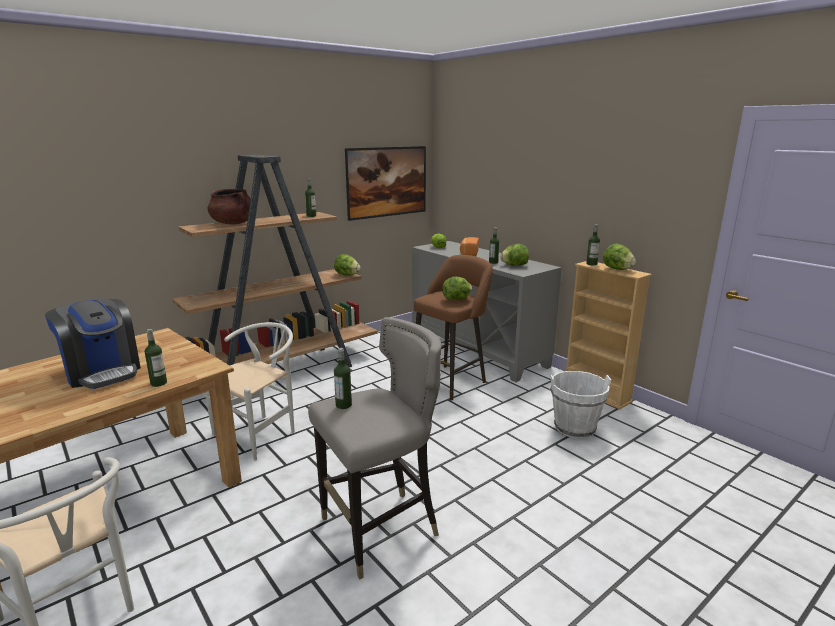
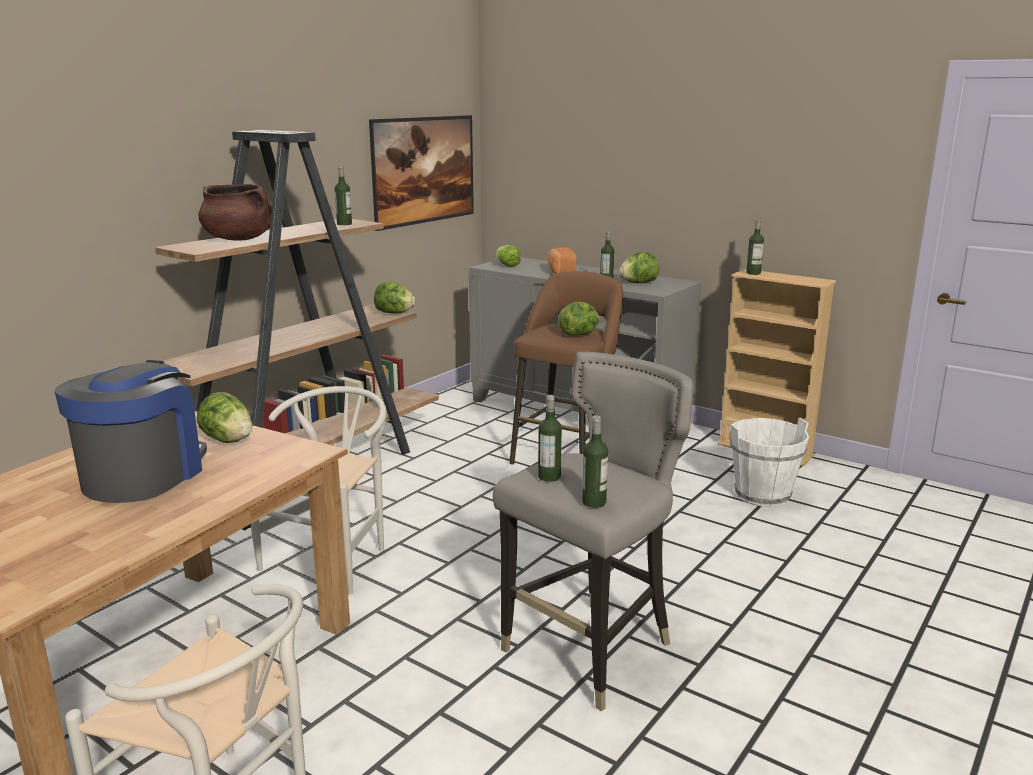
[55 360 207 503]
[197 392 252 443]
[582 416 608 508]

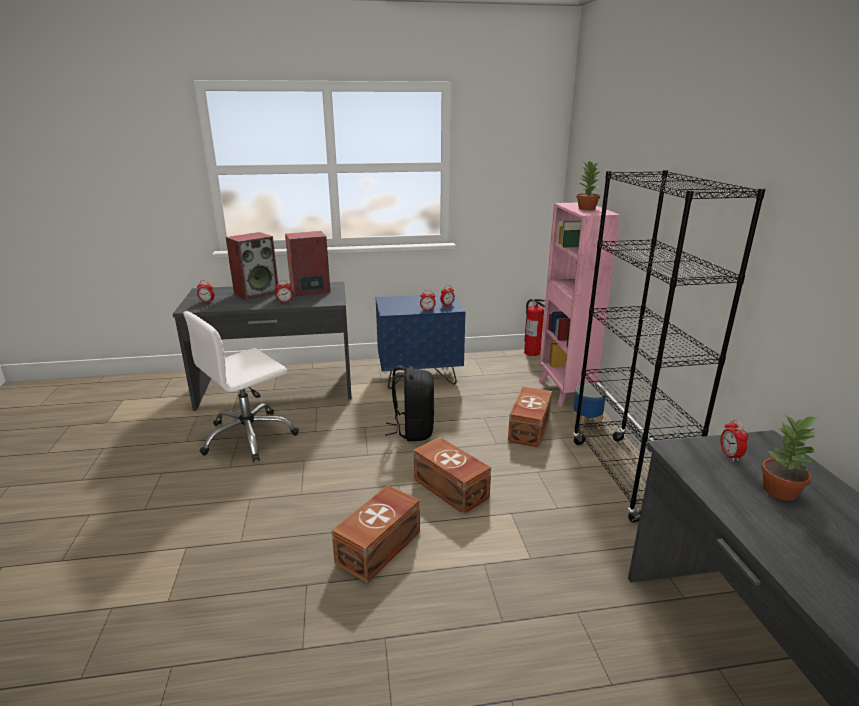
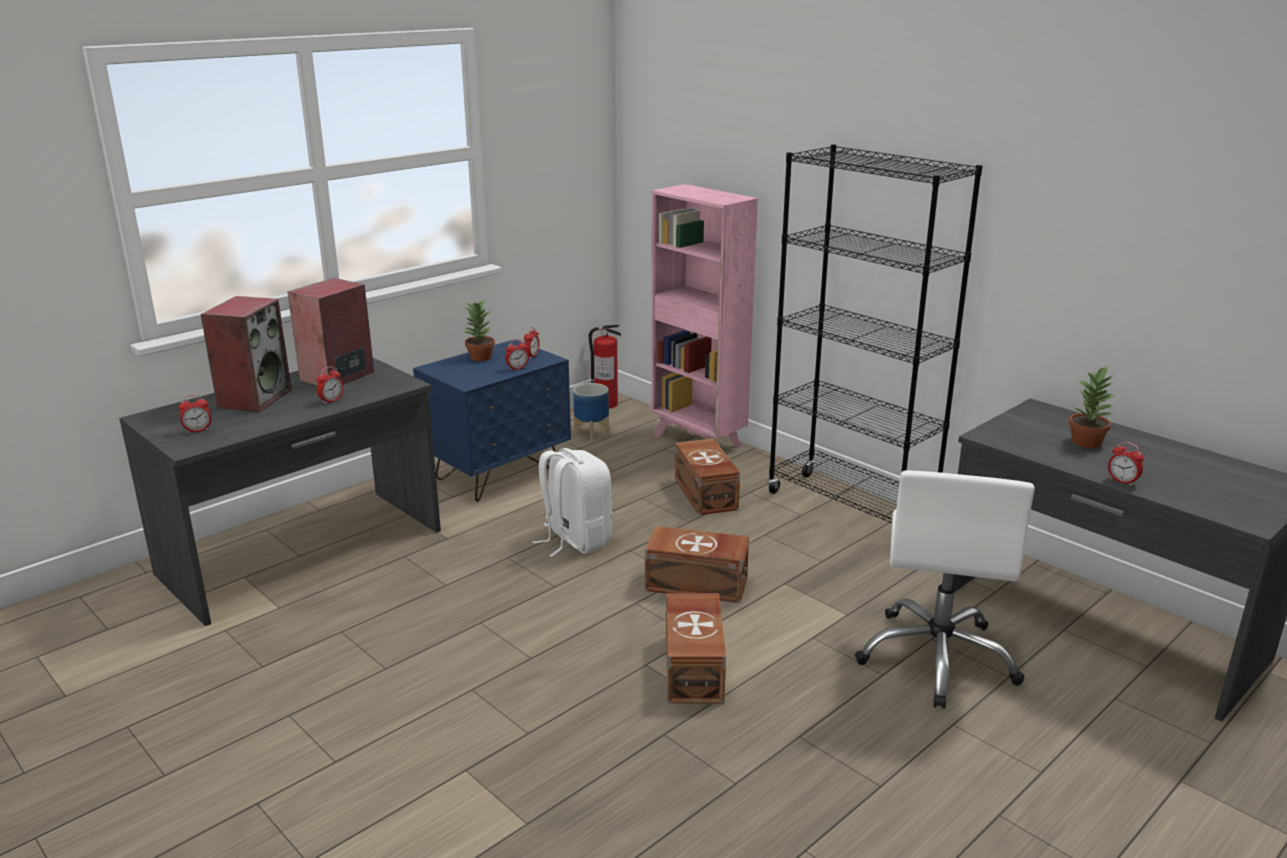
[464 301 495 361]
[533 448 612 557]
[573 383 609 441]
[855 470 1035 709]
[1108 442 1144 486]

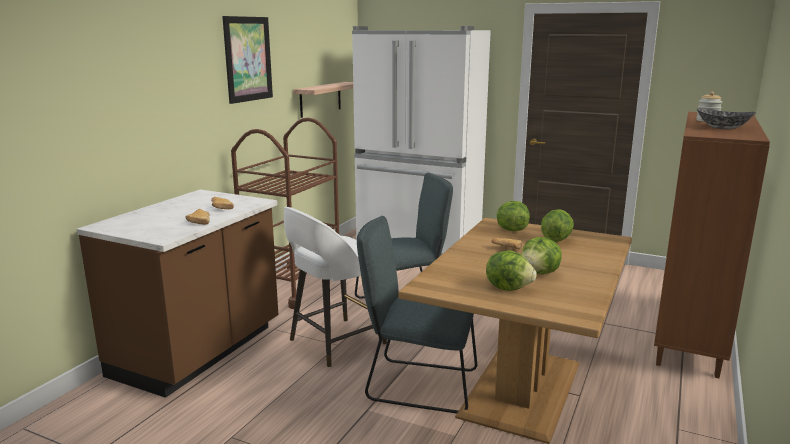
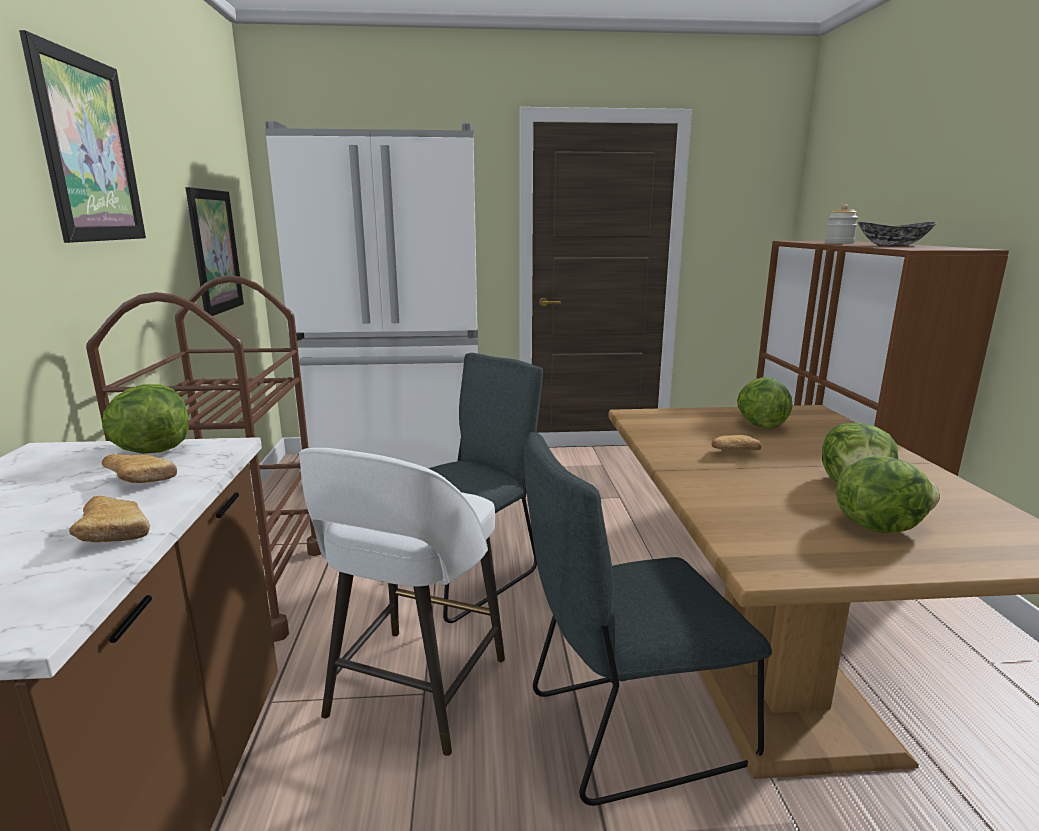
[102 384 189 454]
[185 187 244 316]

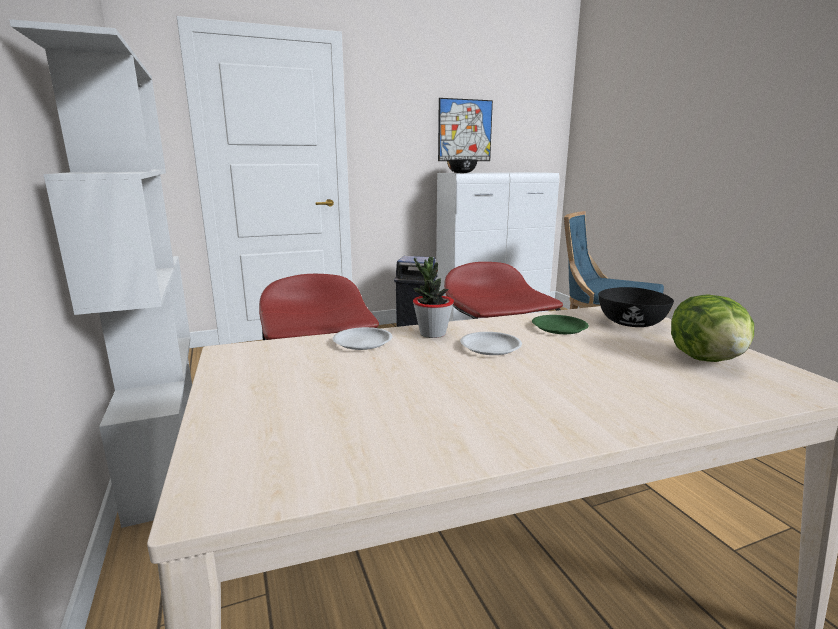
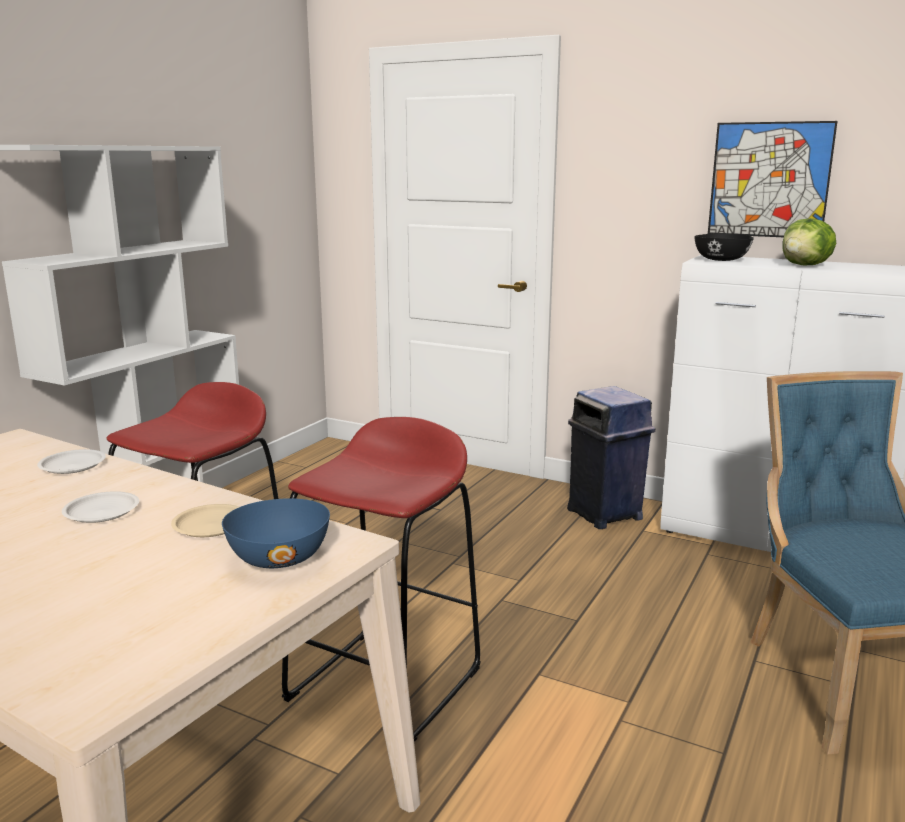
[171 504 239 537]
[222 498 330 568]
[783 218 836 265]
[413 257 454 338] (first image)

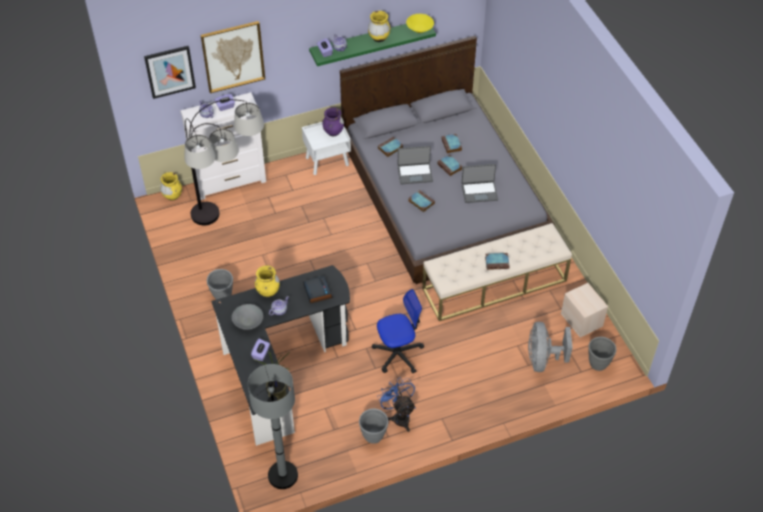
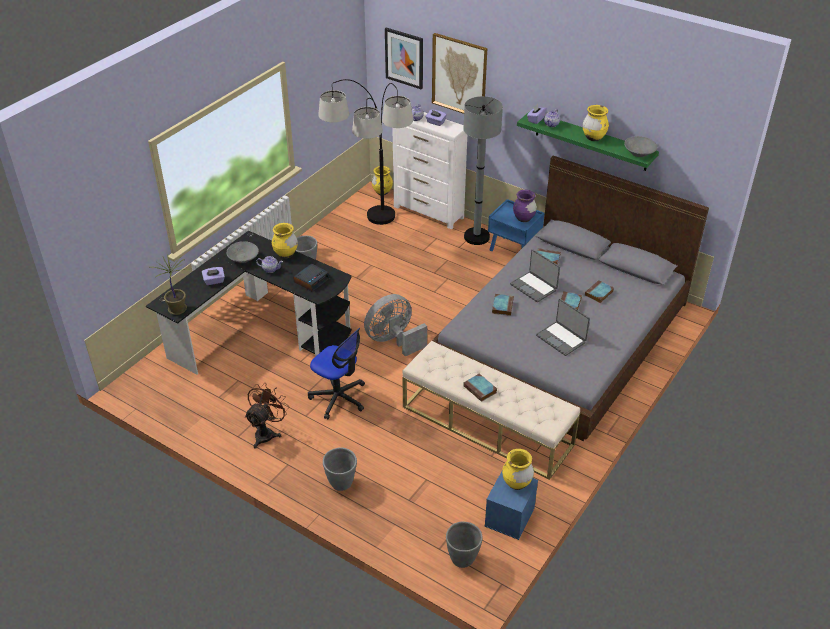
[245 383 289 449]
[323 447 357 491]
[364 294 427 356]
[463 96 503 245]
[484 471 538 540]
[488 199 545 251]
[502 449 534 490]
[624 136 657 157]

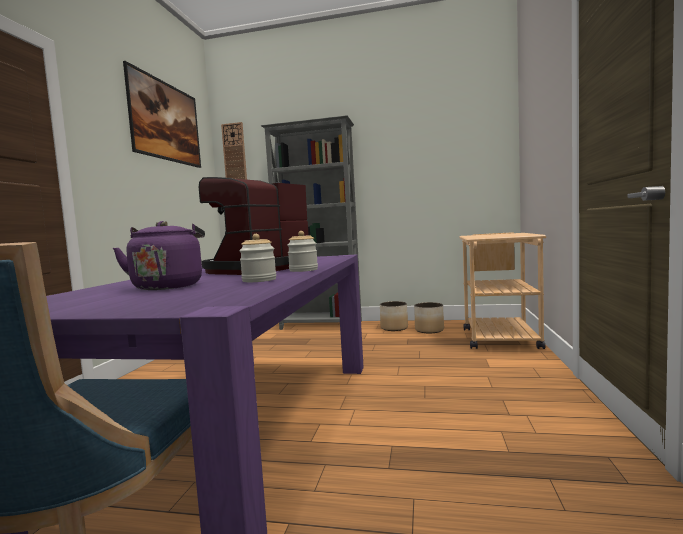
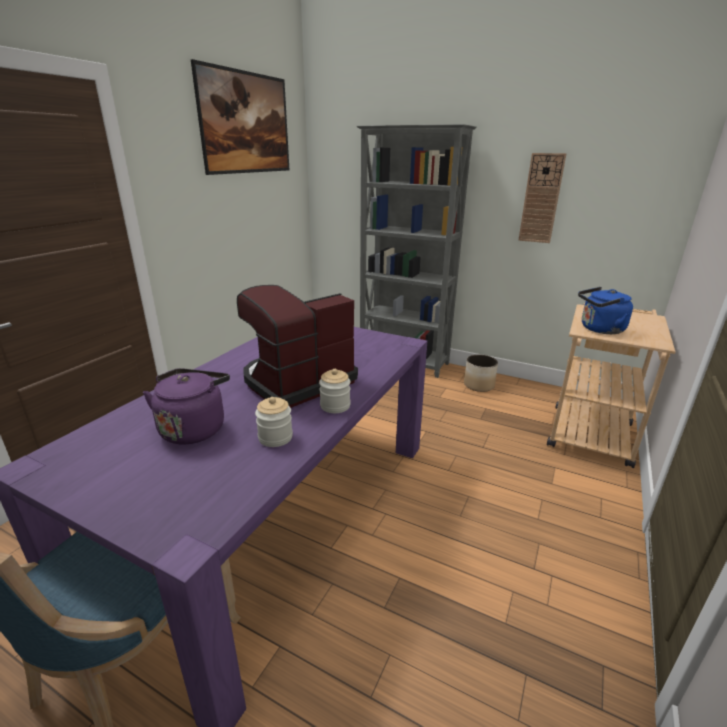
[518 153 567 243]
[578 287 633 334]
[414 302 444 333] (first image)

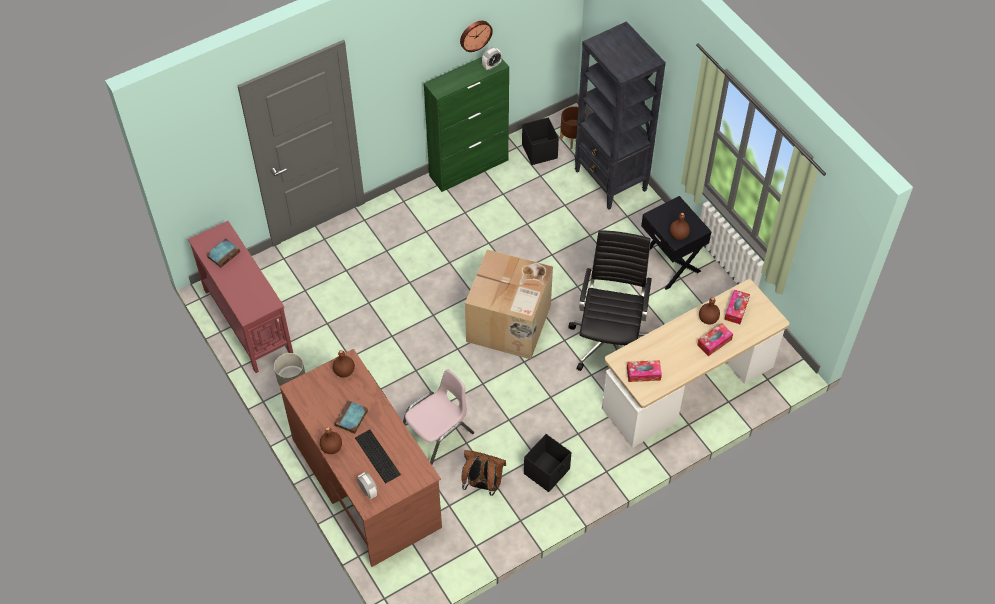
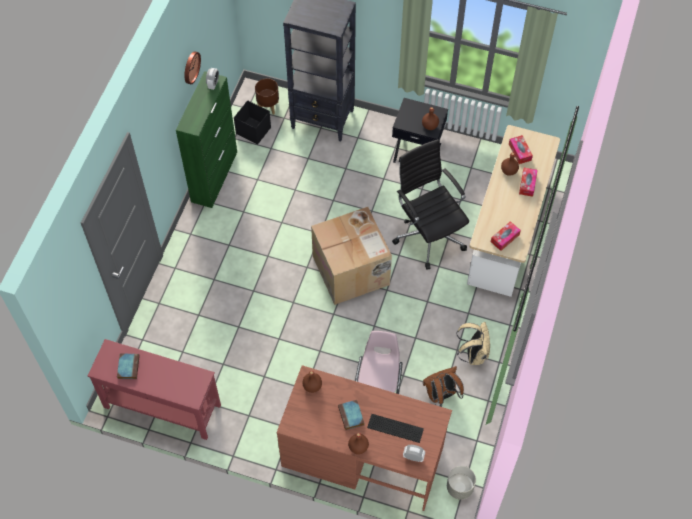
[447 466 476 500]
[456 322 490 365]

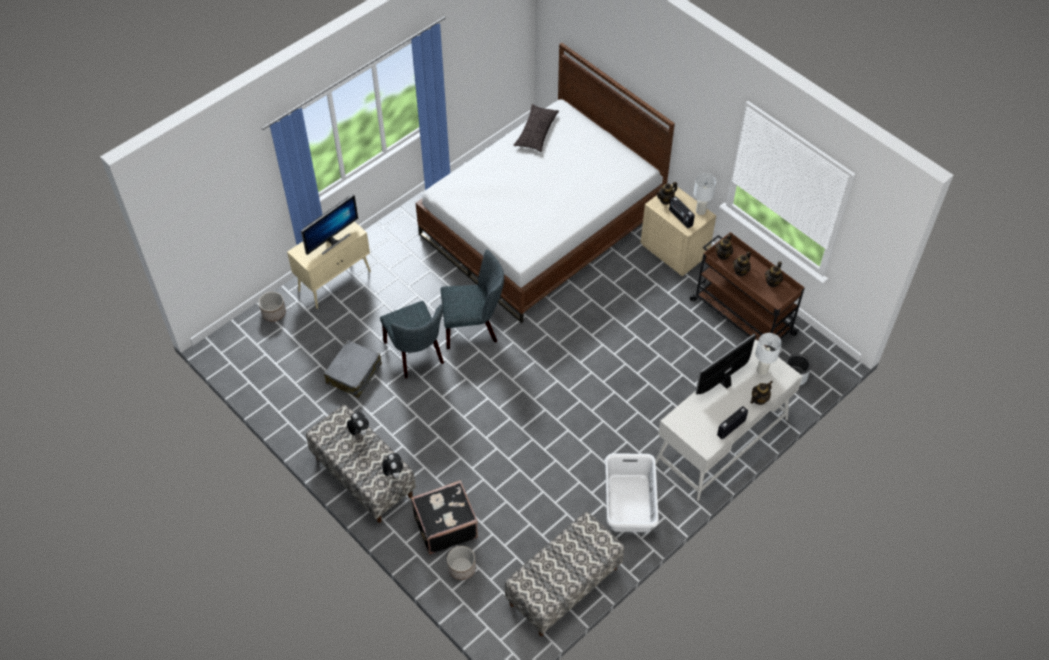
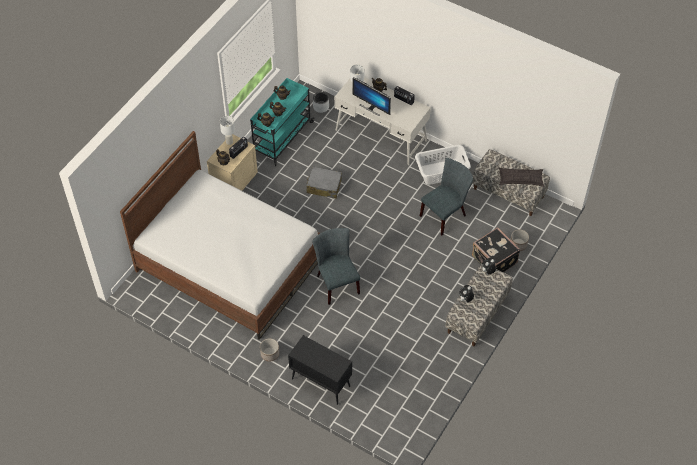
[250 78 315 166]
[260 339 279 362]
[288 335 352 405]
[307 166 342 199]
[420 158 473 235]
[499 168 544 187]
[301 194 358 255] (first image)

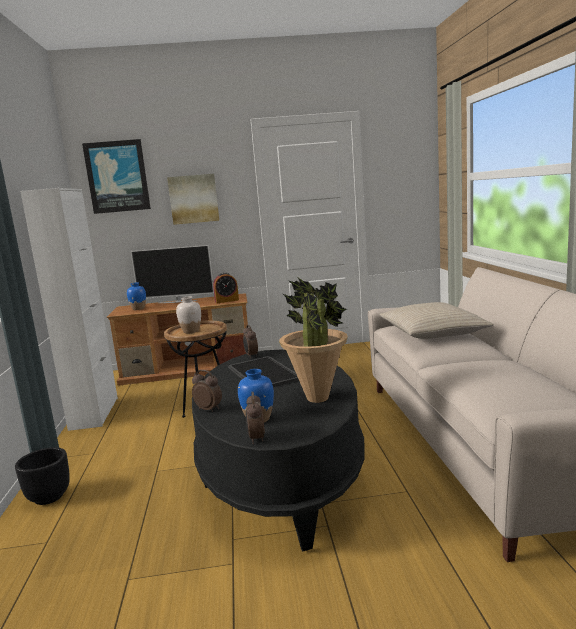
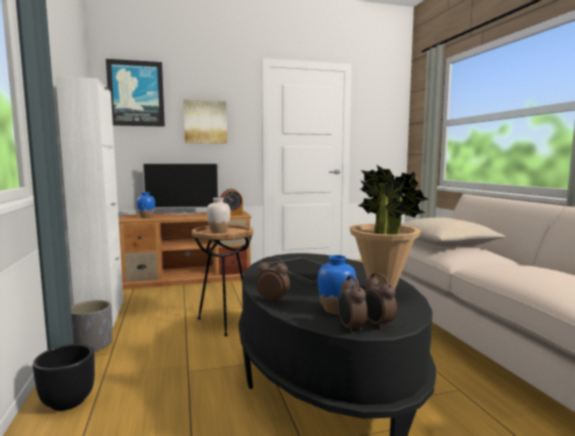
[71 300 112 352]
[364 273 397 330]

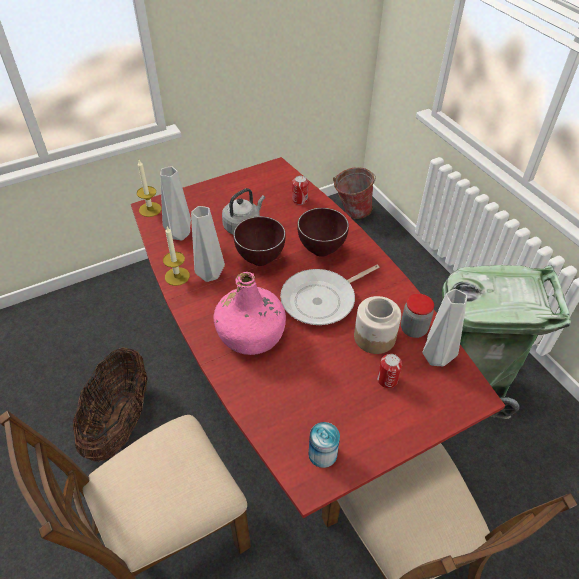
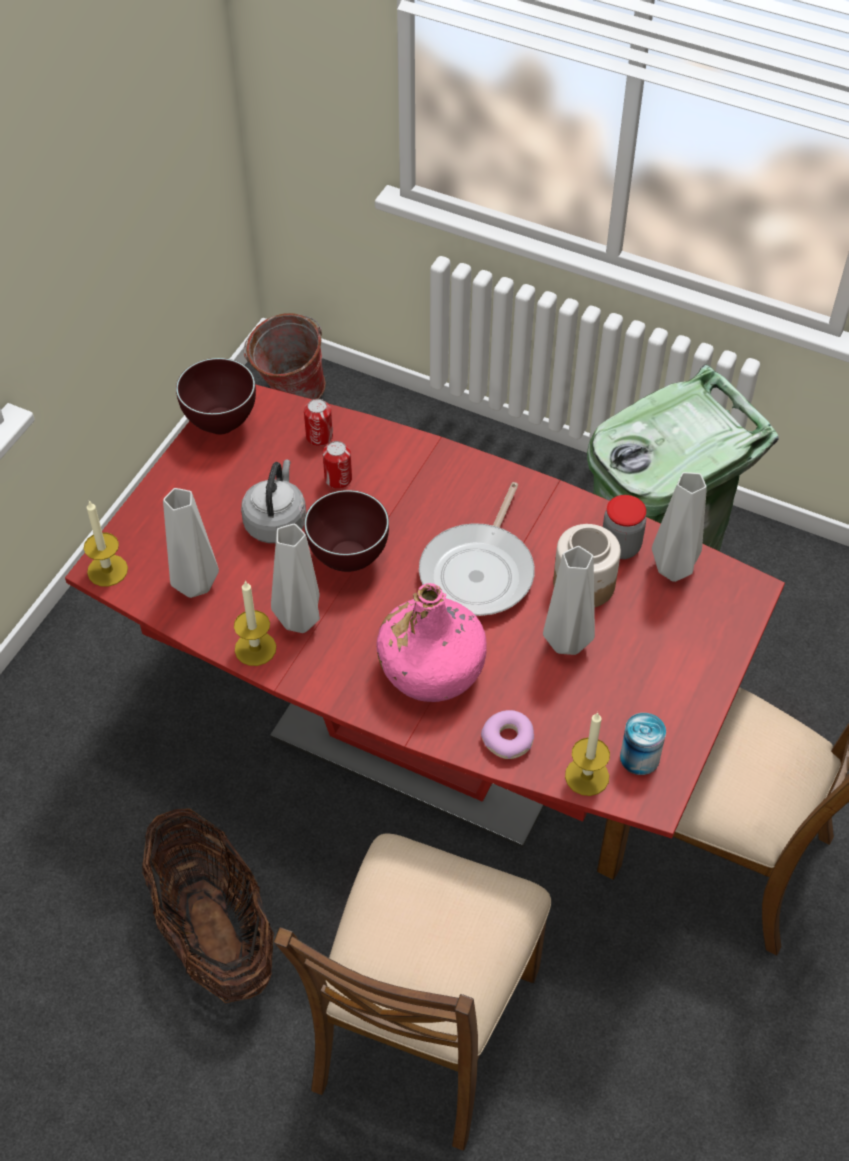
[176 358 256 435]
[323 441 352 489]
[481 710 534 759]
[543 546 595 655]
[565 712 610 796]

